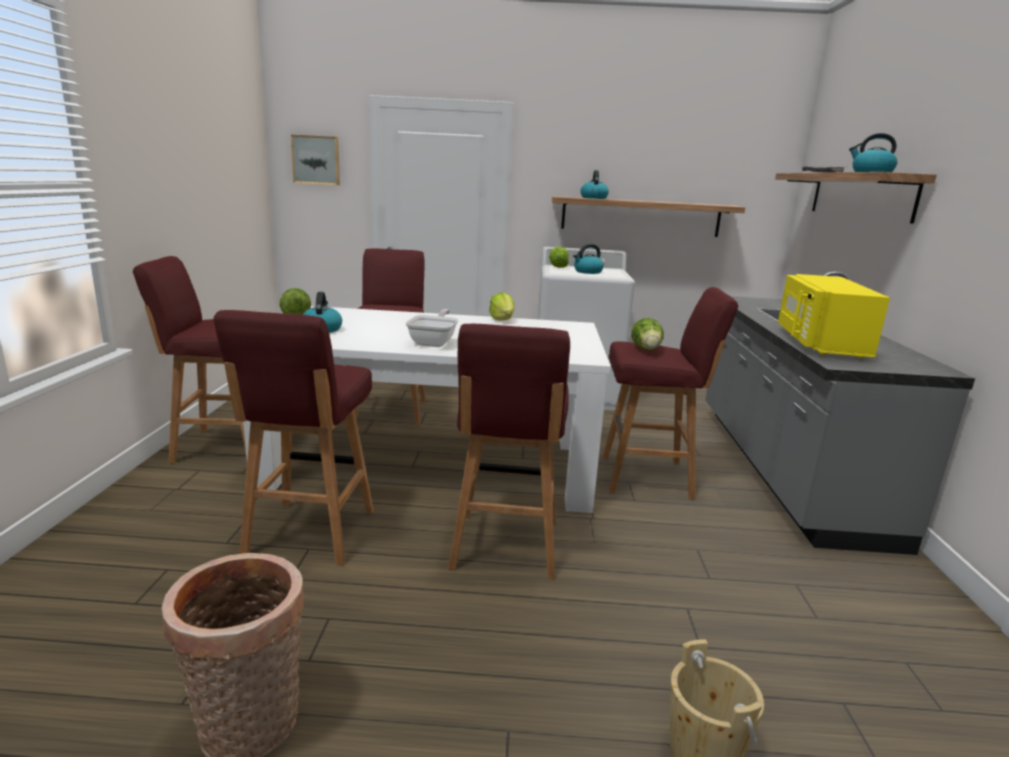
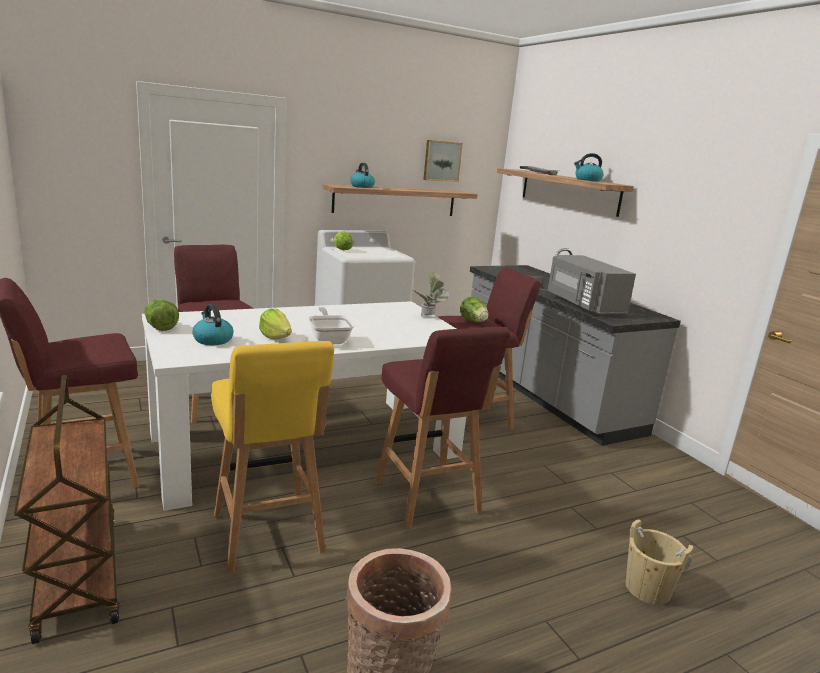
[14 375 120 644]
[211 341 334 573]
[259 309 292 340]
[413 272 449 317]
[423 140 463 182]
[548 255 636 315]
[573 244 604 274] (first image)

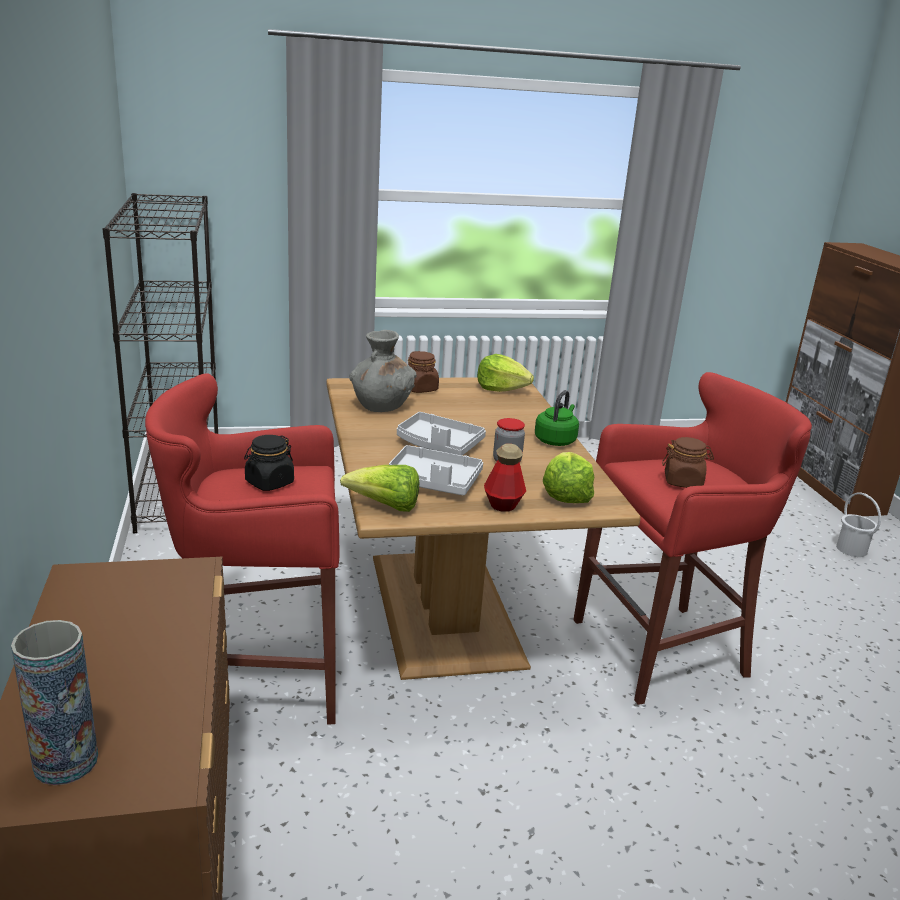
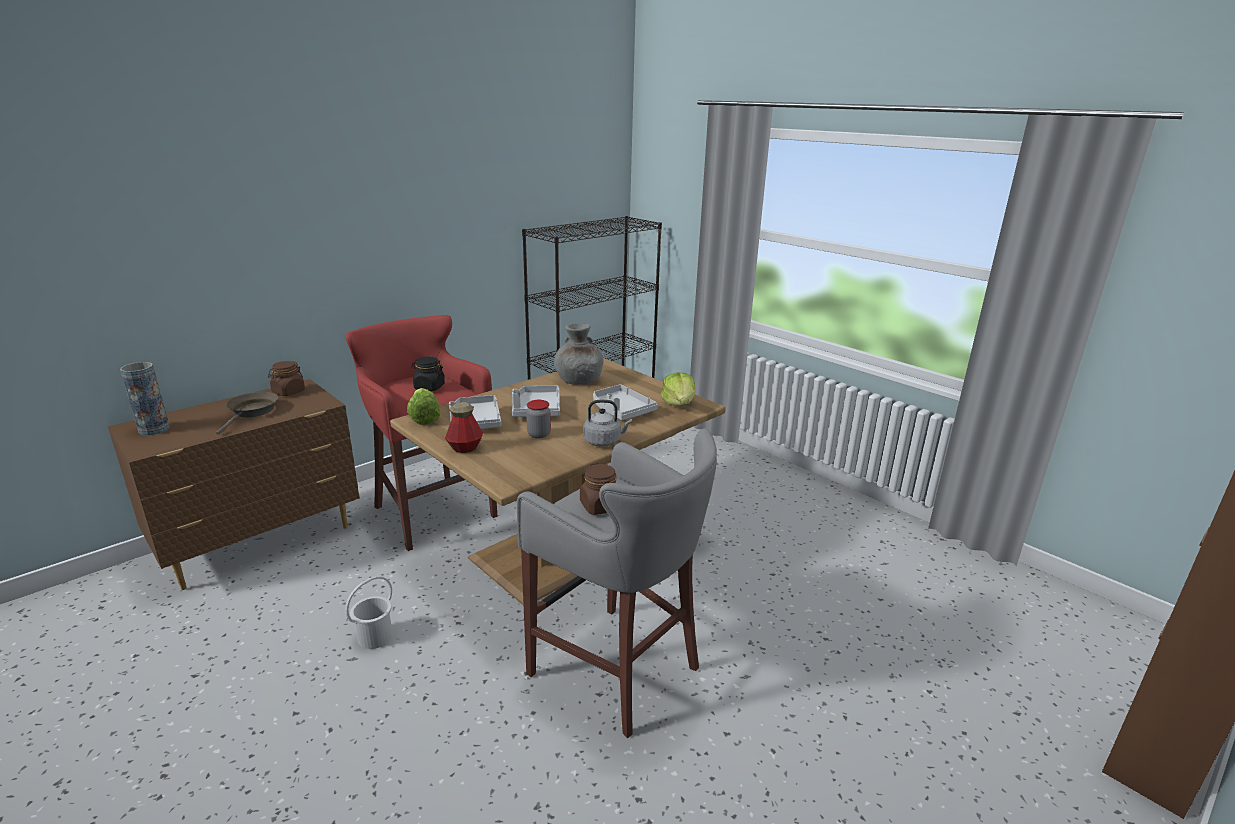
[216 392 278 435]
[268 361 305 396]
[345 576 393 649]
[517 428 717 738]
[583 400 632 447]
[593 384 658 420]
[543 452 594 503] (first image)

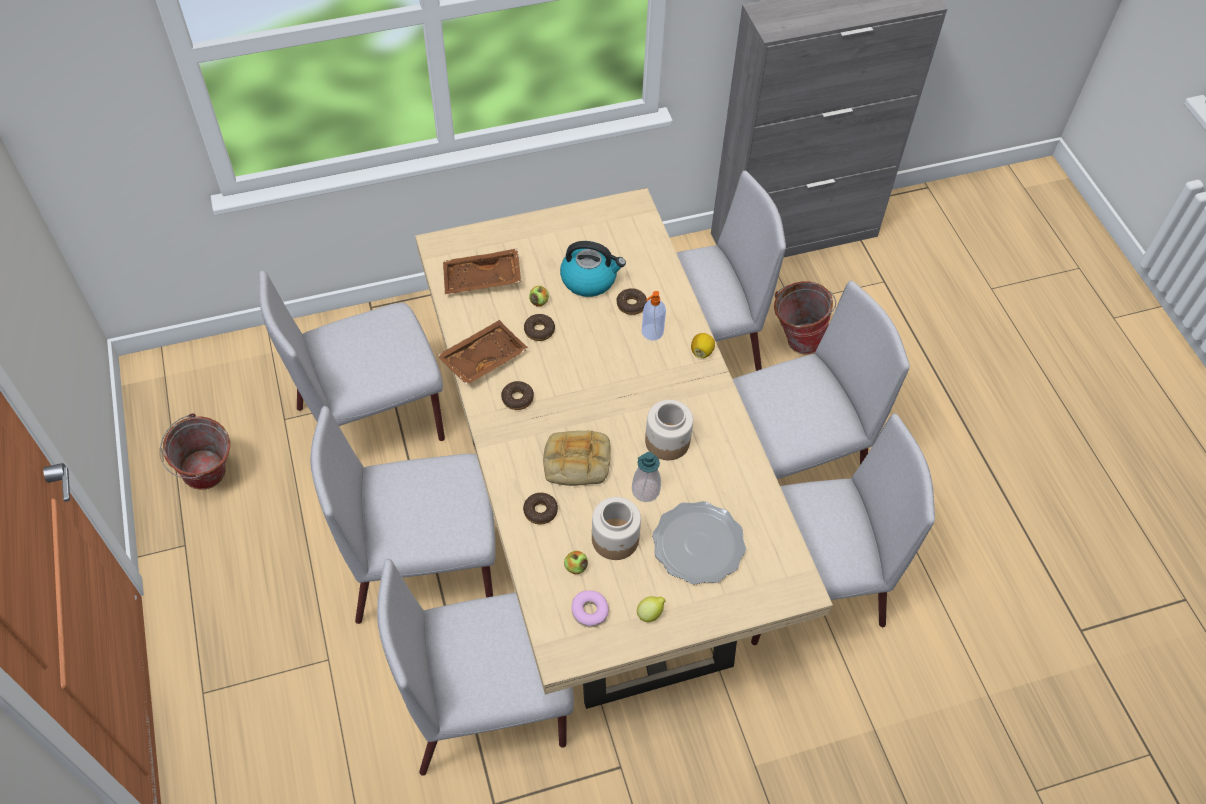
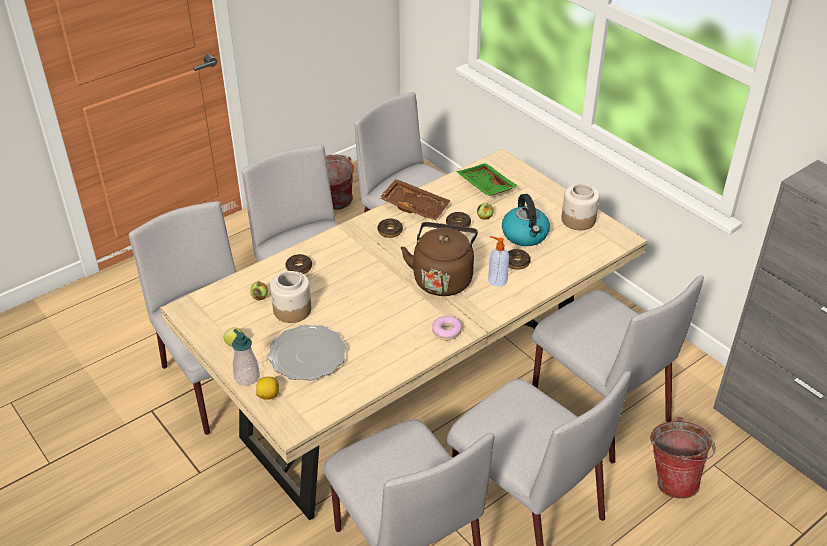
[232 329 260 386]
[256 377 279 400]
[401 222 478 296]
[432 316 462 341]
[456 163 518 196]
[561 184 599 230]
[543 431 611 486] (first image)

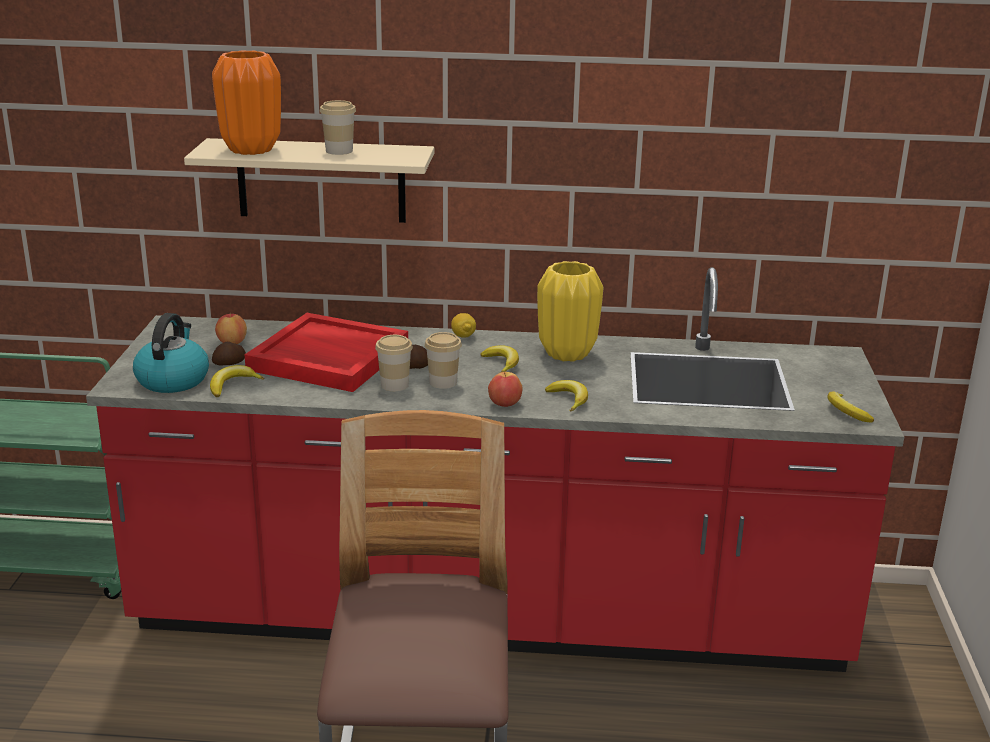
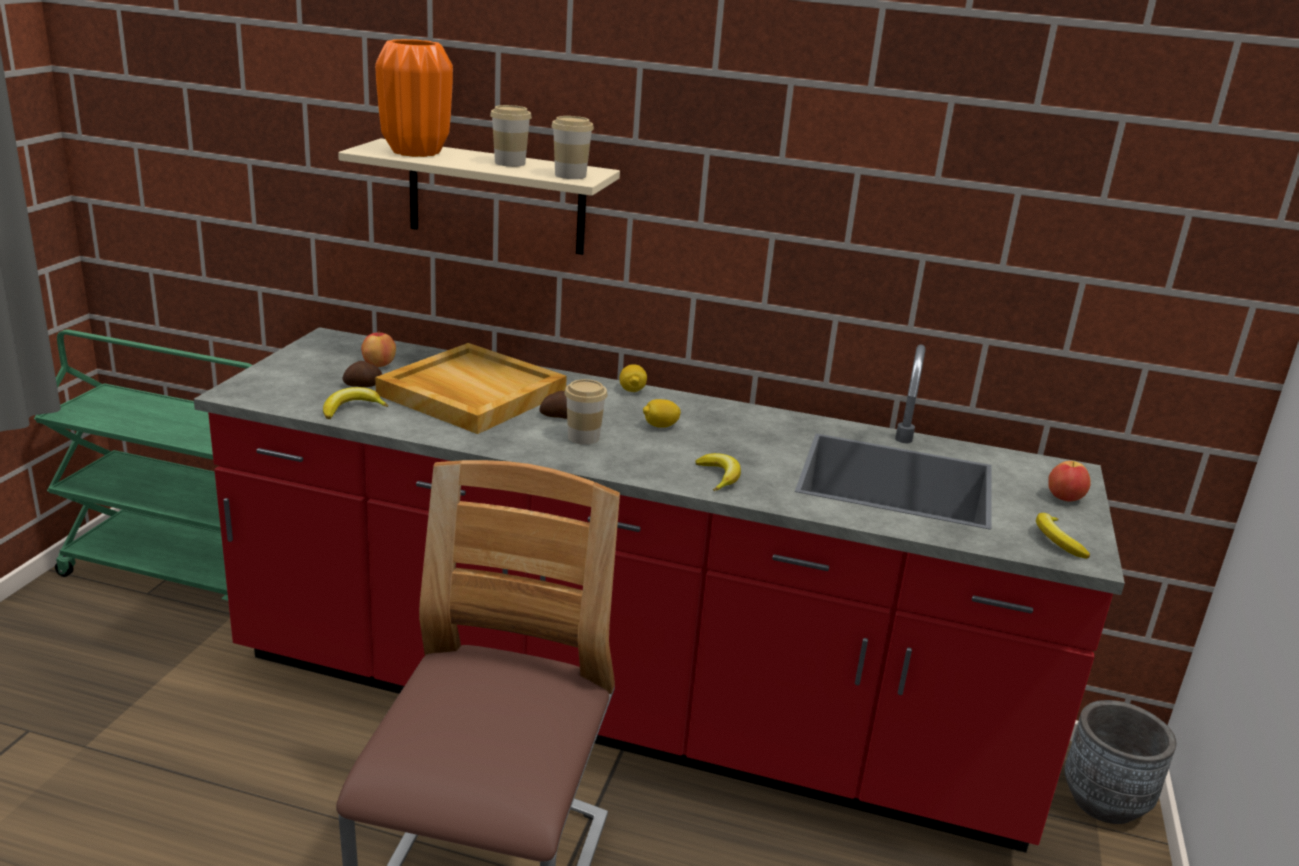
[375 343 567 434]
[551 116 594 179]
[643 399 681 428]
[1048 461 1091 501]
[1064 700 1176 824]
[133 313 209 393] (first image)
[537 261 603 362] (first image)

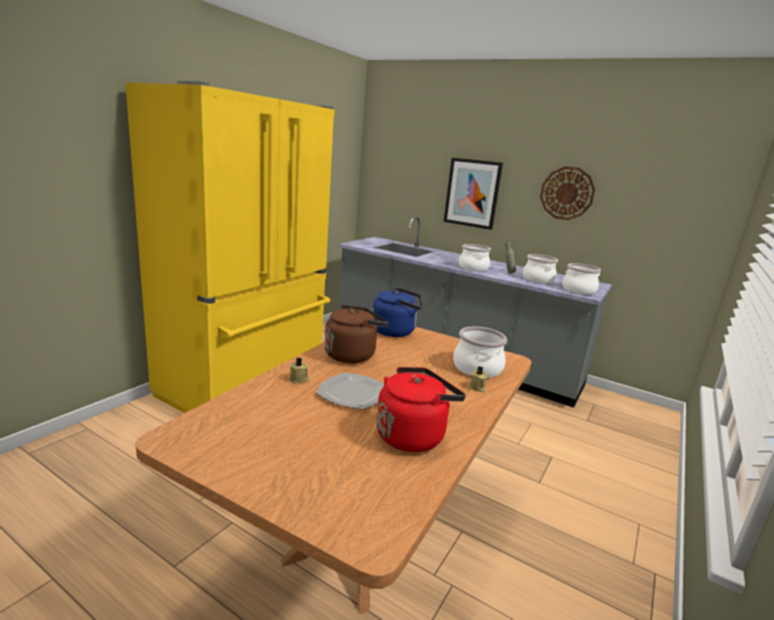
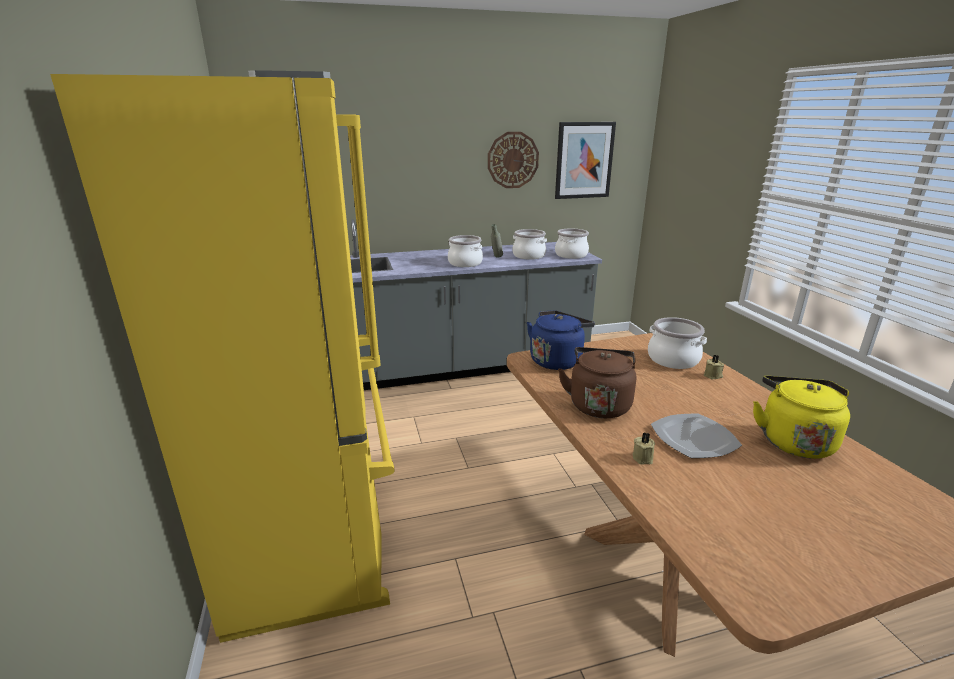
[555 122 616 199]
[753 376 850 459]

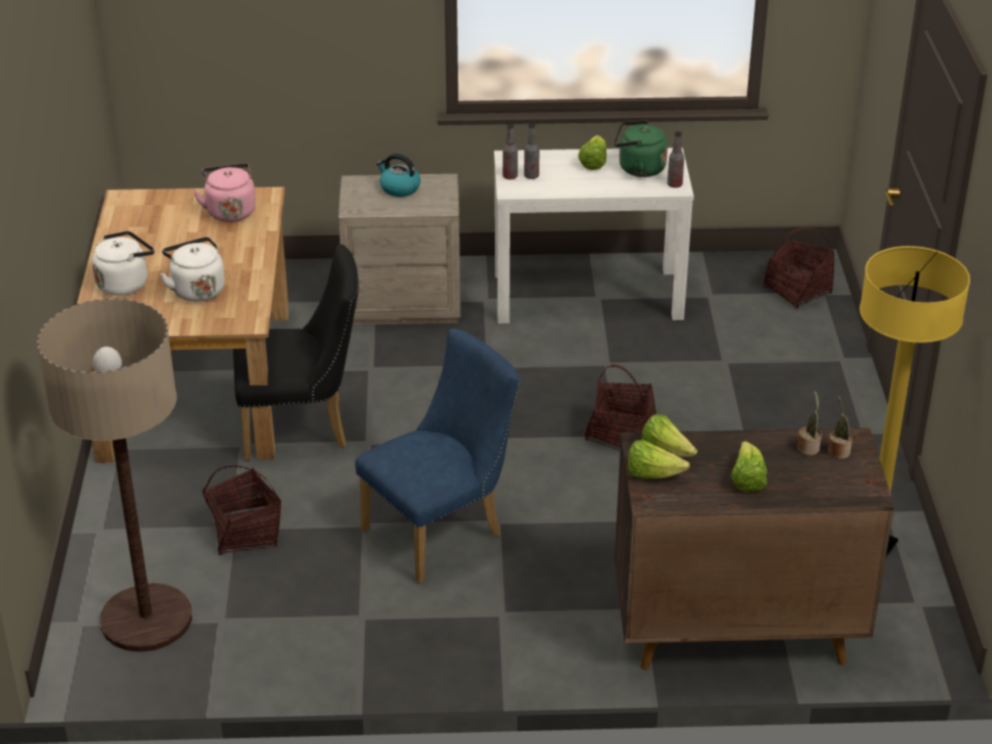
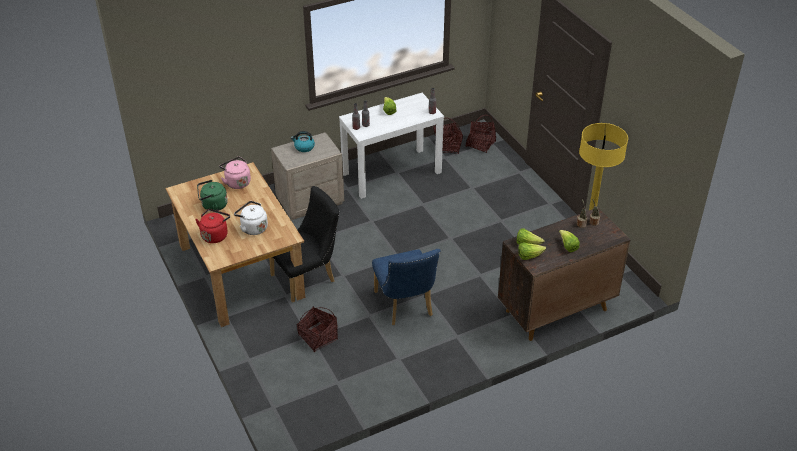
[195 209 230 243]
[197 180 228 211]
[372 249 440 325]
[433 117 463 153]
[37 298 192 652] (first image)

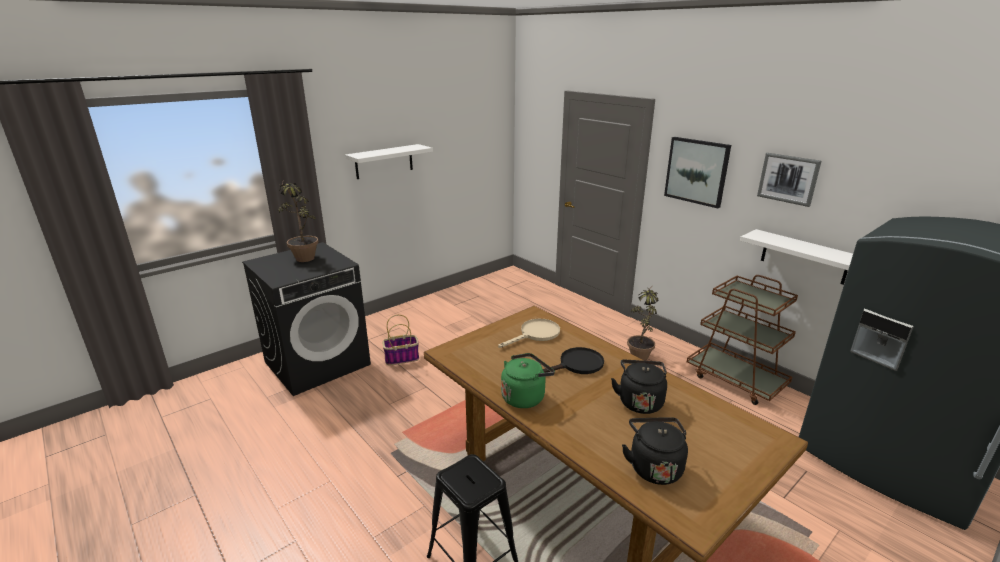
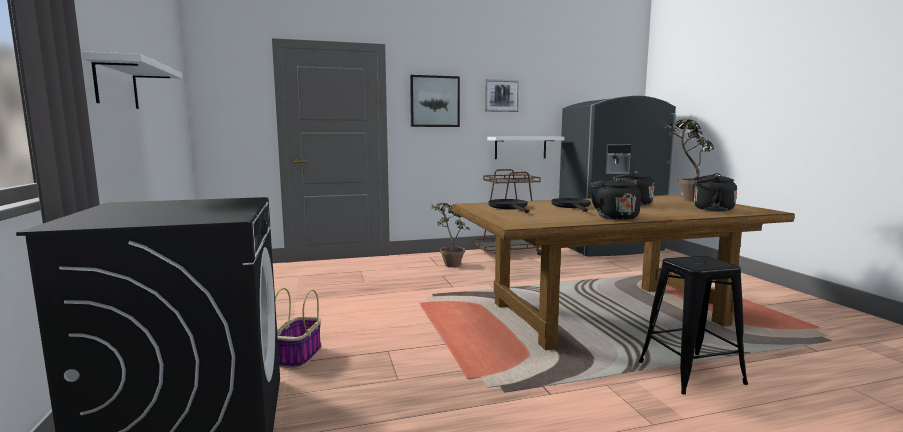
[488 199 529 213]
[591 178 641 220]
[663 119 714 202]

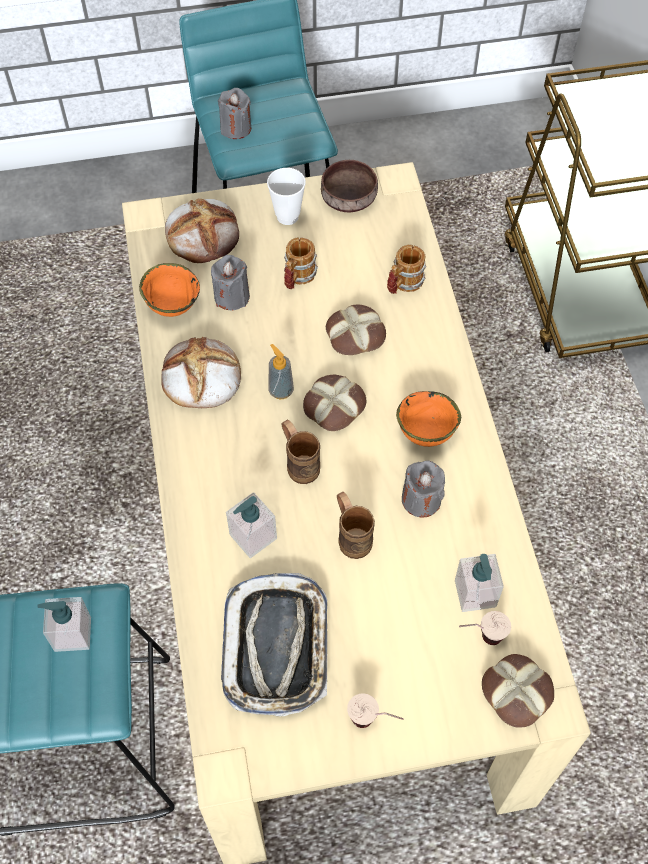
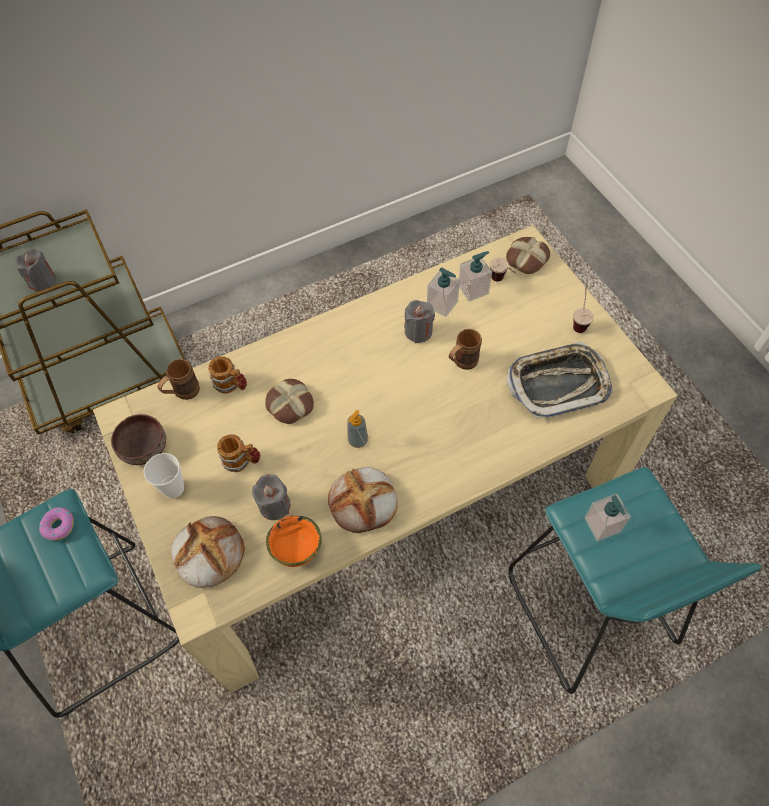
[15 249 56 291]
[39 507 74 541]
[158 359 200 400]
[427 268 460 317]
[303 375 366 431] (first image)
[396 391 461 447] (first image)

